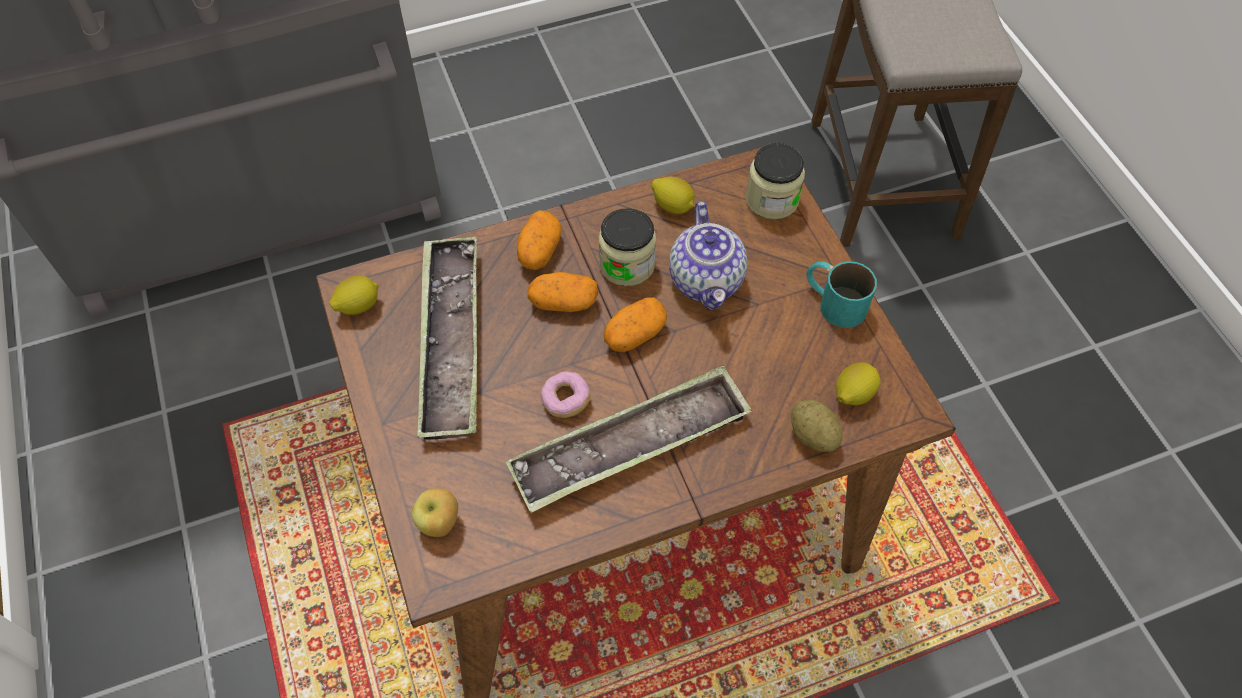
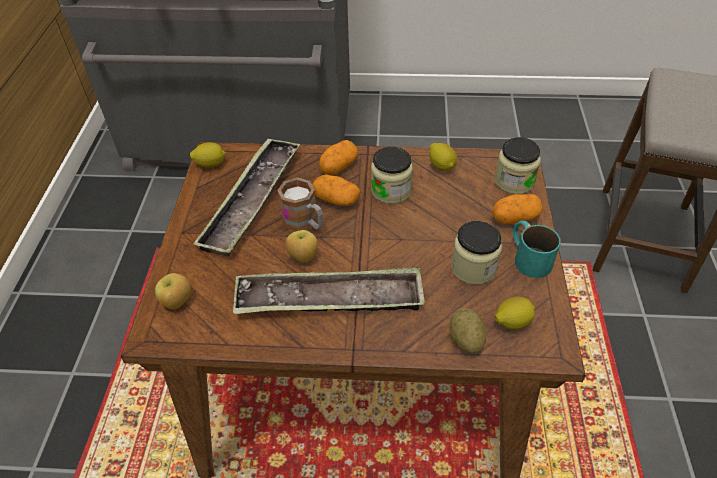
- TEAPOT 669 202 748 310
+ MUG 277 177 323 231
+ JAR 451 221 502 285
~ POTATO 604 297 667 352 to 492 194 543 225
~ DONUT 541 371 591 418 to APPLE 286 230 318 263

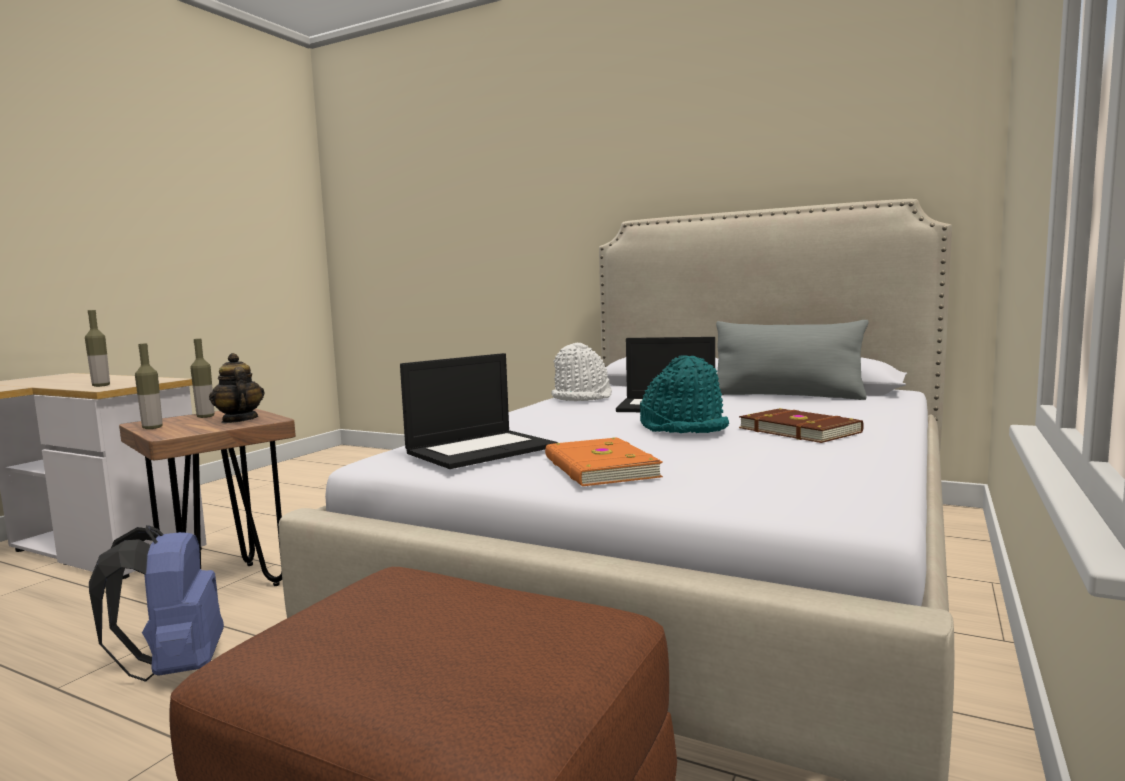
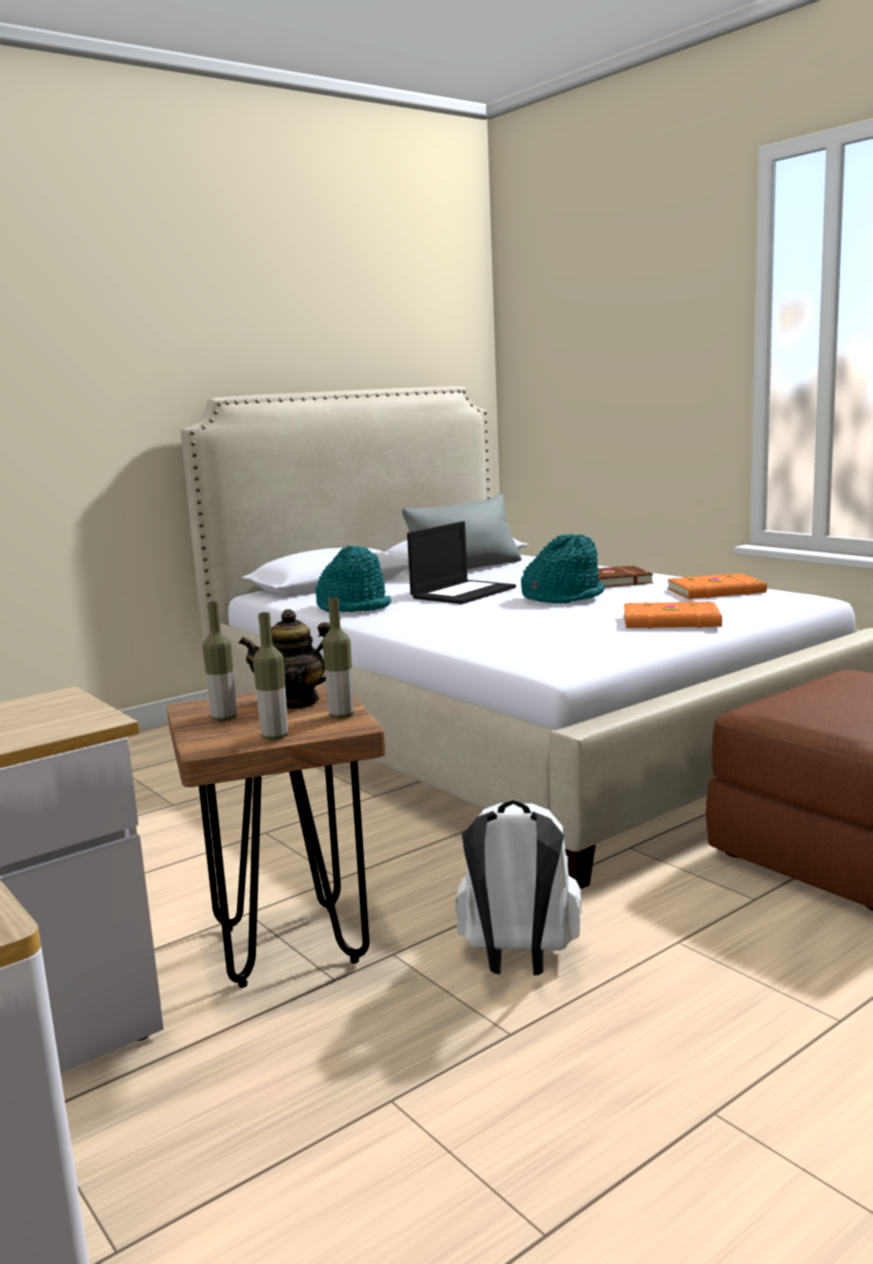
- LAPTOP 400 353 558 469
+ ORANGE BOOK 667 573 767 599
~ BOTTLE 85 310 110 387 to 322 597 354 719
~ BLUE BACKPACK 89 525 224 682 to WHITE BACKPACK 455 800 582 976
~ WHITE HAT 551 343 612 401 to TURQUOISE HAT 315 546 391 612

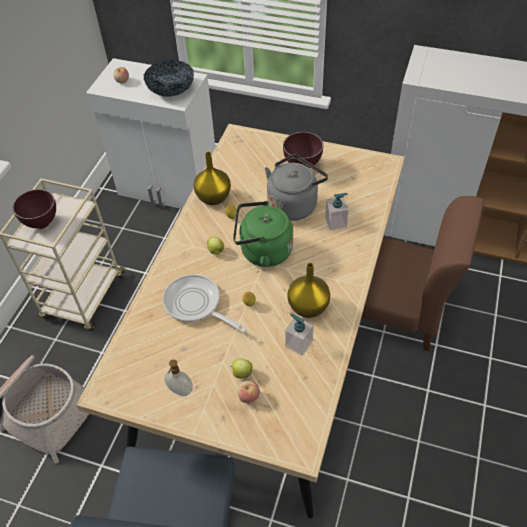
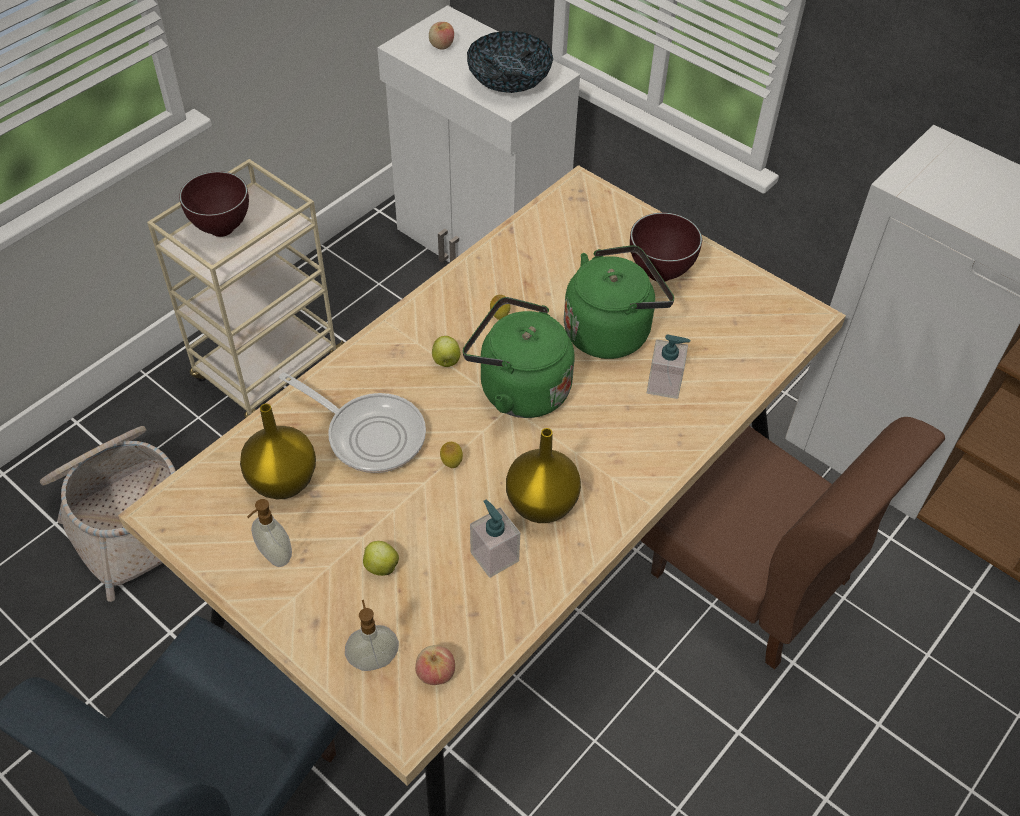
+ SOAP DISPENSER 345 600 399 671
~ YELLOW VASE 194 152 231 205 to 240 404 316 499
~ APPLE 237 380 260 403 to 415 645 455 685
~ GREY KETTLE 265 154 328 221 to GREEN KETTLE 564 245 674 359
~ FRYING PAN 163 274 247 333 = 279 372 426 473 150 degrees clockwise

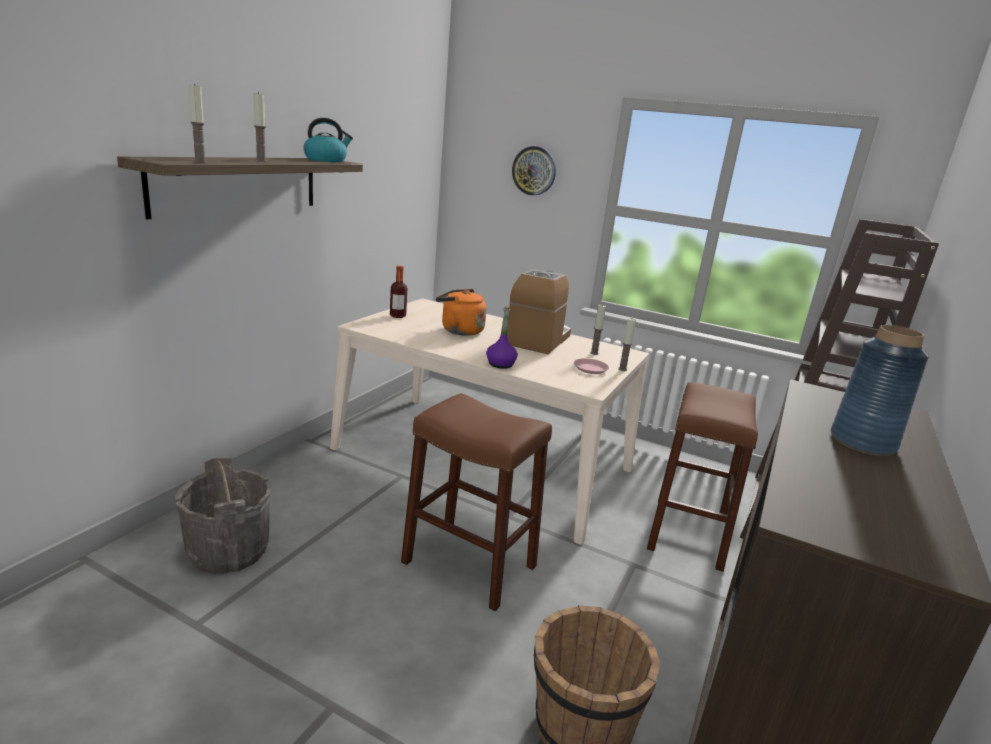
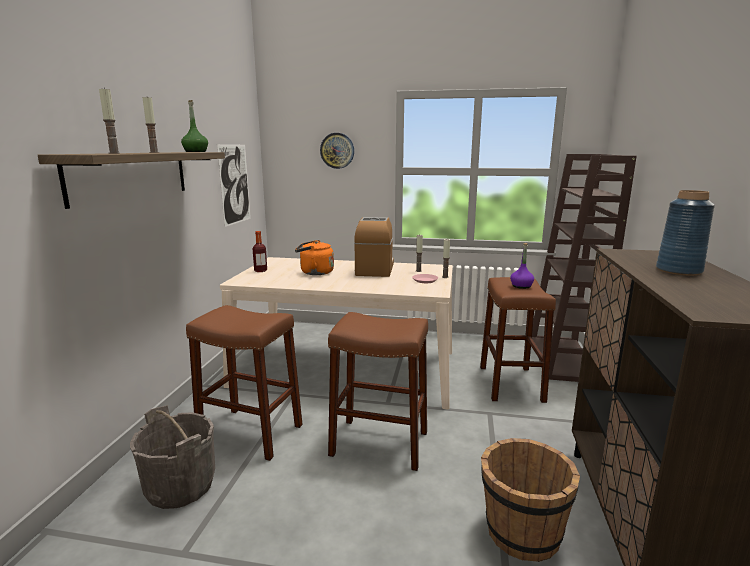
+ BROWN STOOL 186 305 303 461
+ PICTURE 217 144 251 227
~ PURPLE BOTTLE 486 306 518 369 to 510 243 534 289
~ KETTLE 304 118 353 162 to GREEN BOTTLE 181 100 208 152

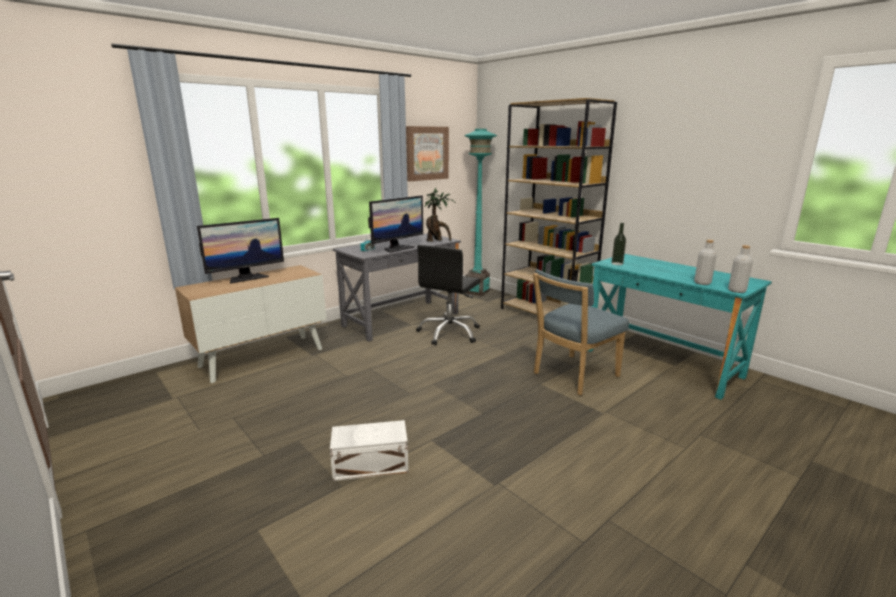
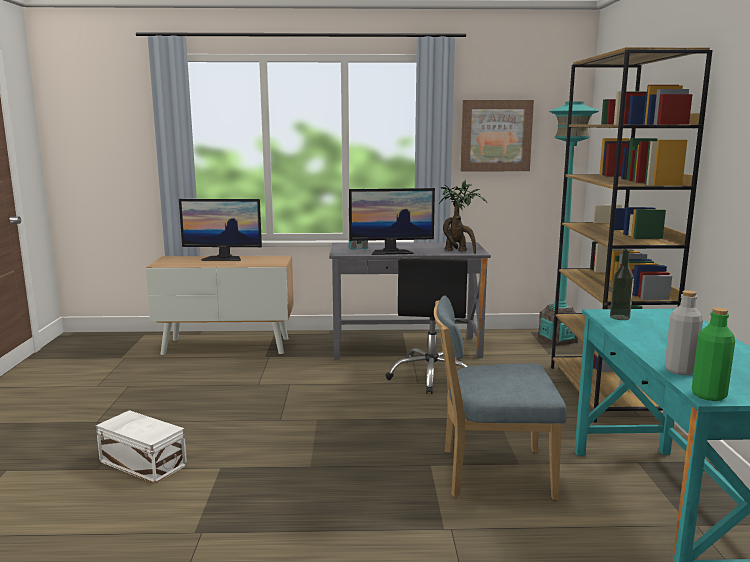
~ GREY BOTTLE 728 245 753 293 to GREEN BOTTLE 692 307 735 401
~ BLACK OFFICE CHAIR 416 245 481 345 = 385 257 468 394 60 degrees counterclockwise

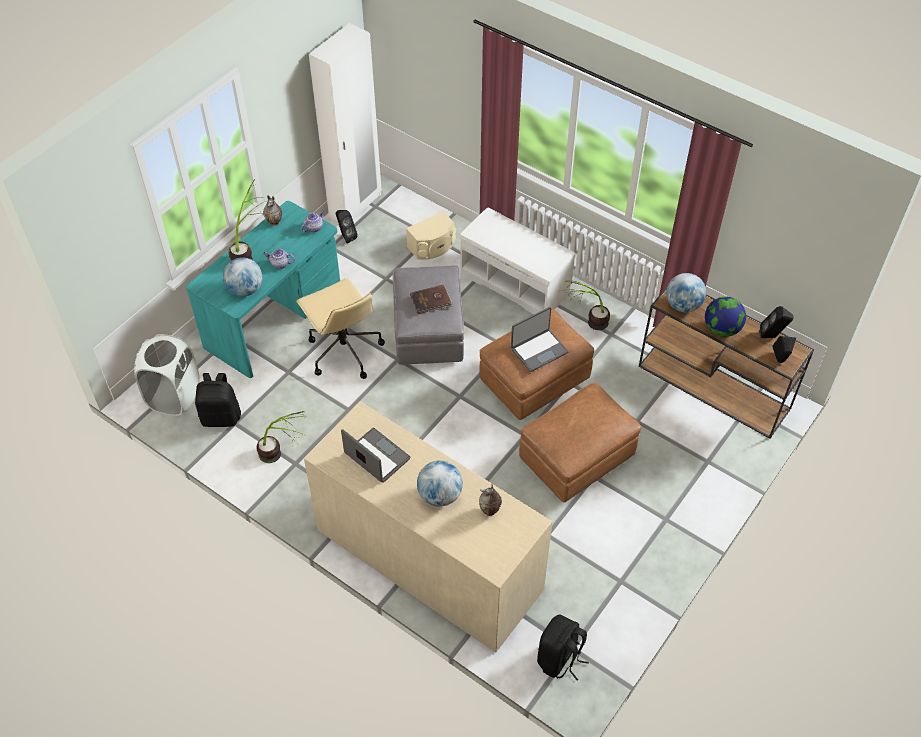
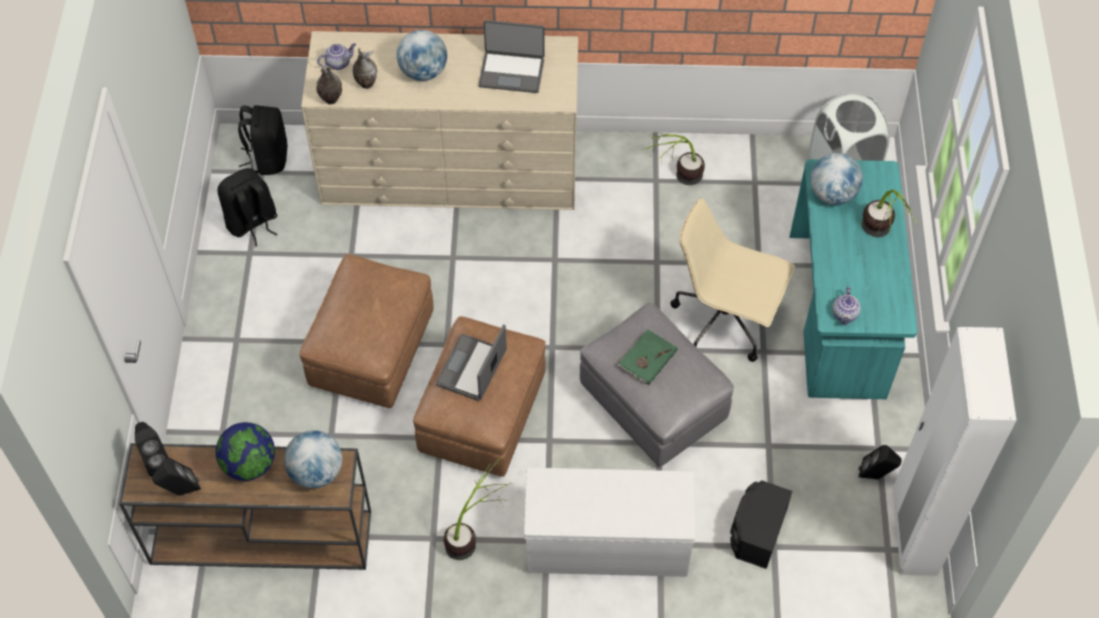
~ BLACK BACKPACK 195 373 241 427 to 217 168 277 246
~ VASE 263 195 282 226 to 316 63 342 105
~ TEAPOT 263 249 295 269 to 317 43 356 70
~ BEIGE SPEAKER 406 211 457 260 to BLACK SPEAKER 730 480 792 569
~ BROWN BOOK 410 285 453 314 to GREEN BOOK 616 329 678 385

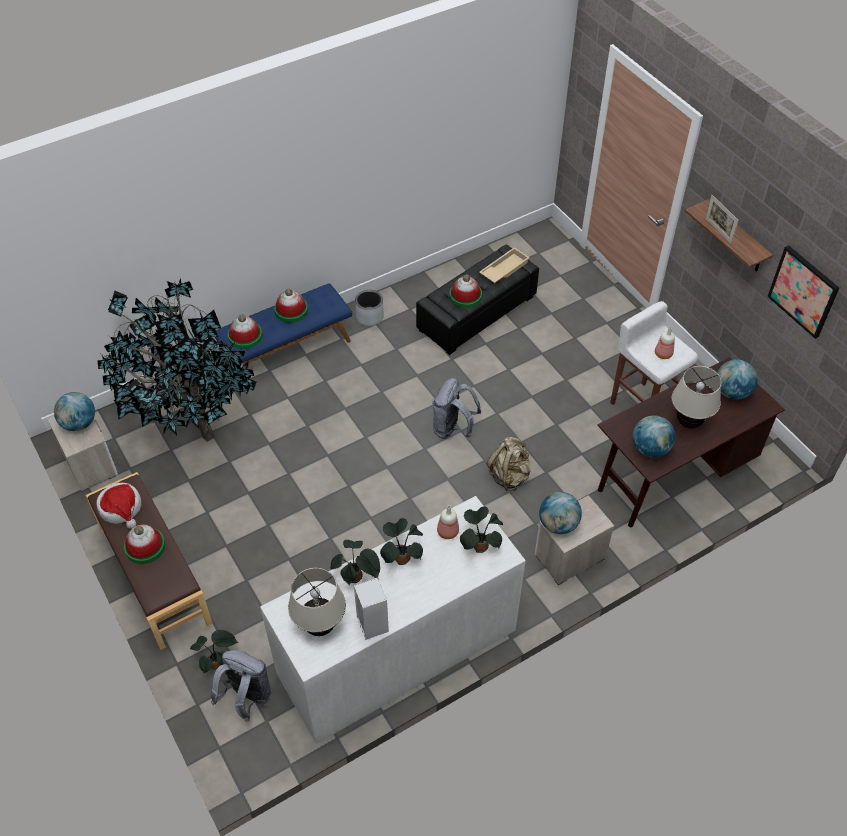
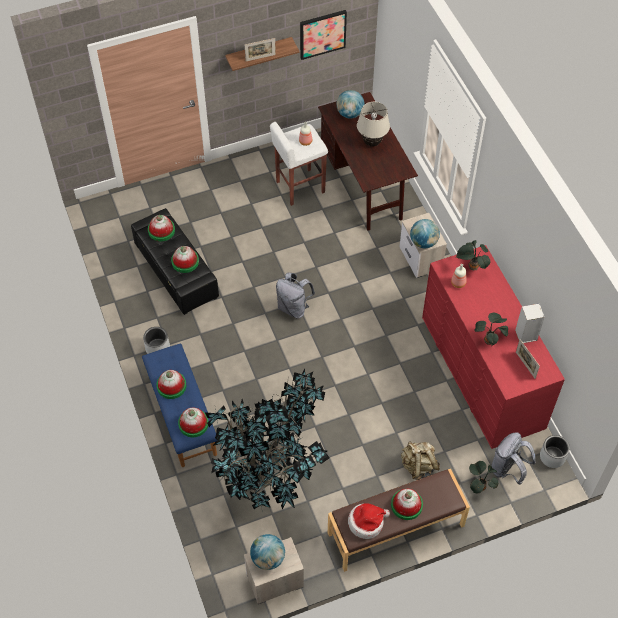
- POTTED PLANT 380 518 423 565
- GLOBE 633 416 676 457
+ GREY PLANTER 540 435 570 468
~ BEIGE BACKPACK 487 437 531 491 to 401 441 440 480
~ BEIGE TABLE LAMP 288 568 346 636 to PICTURE FRAME 516 339 540 379
~ BEIGE TRAY 479 247 530 283 to HAT 148 215 175 242
~ WHITE DRESSER 260 496 526 744 to RED DRESSER 422 245 565 449

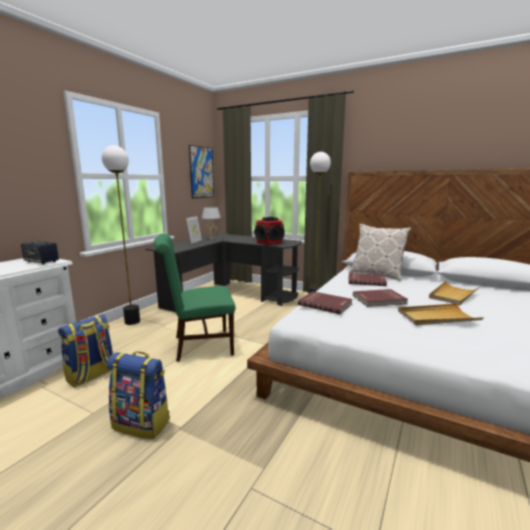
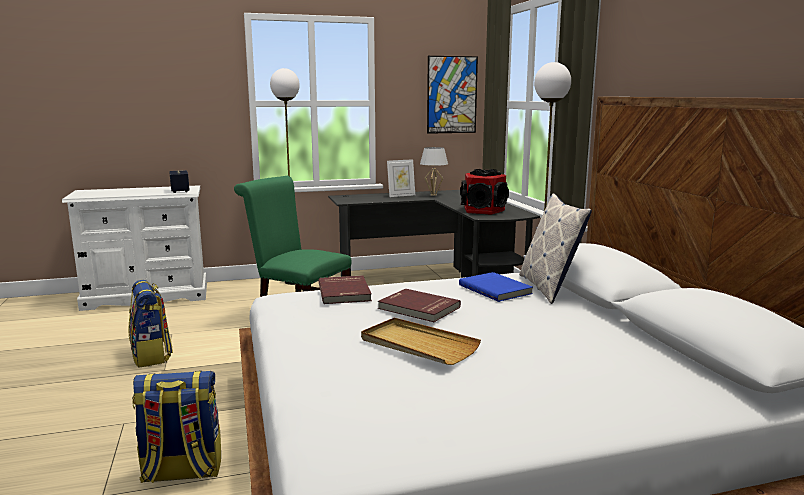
- BEIGE TRAY 429 281 479 305
~ BACKPACK 58 314 113 388 to 132 371 221 483
~ RED BOOK 348 273 387 286 to BLUE BOOK 459 272 533 302

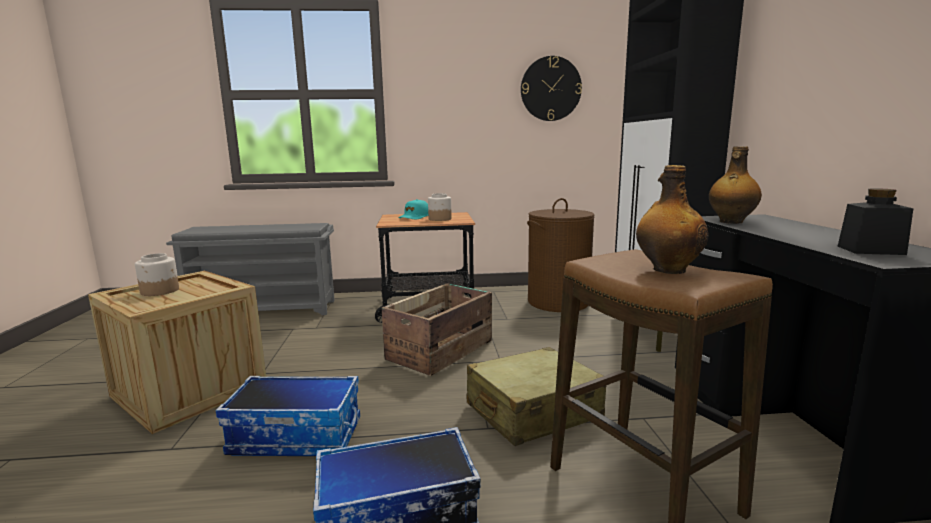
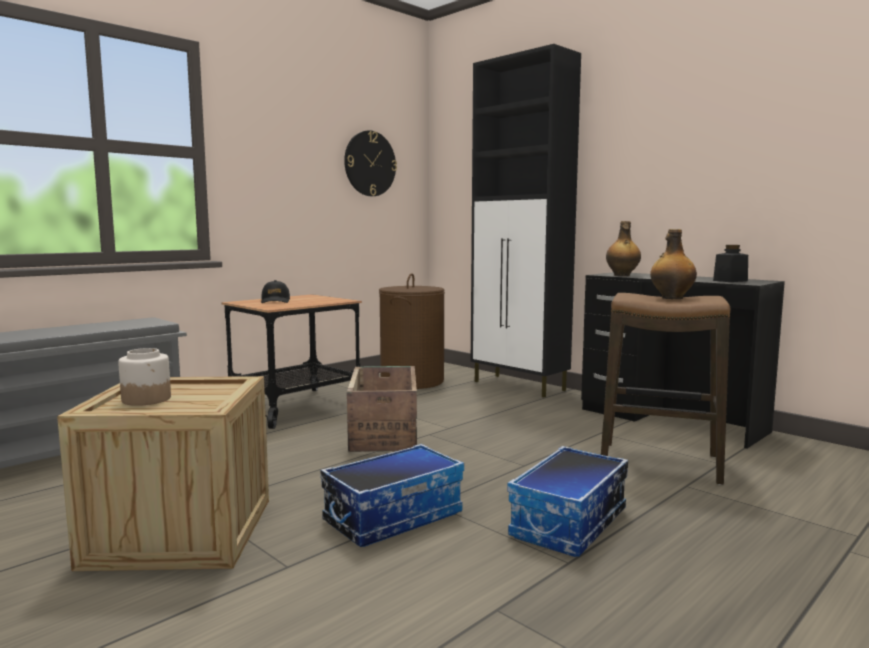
- JAR 428 193 452 221
- BEIGE SUITCASE 467 347 606 446
~ TURQUOISE CAP 399 199 428 219 to BLACK CAP 261 280 290 303

